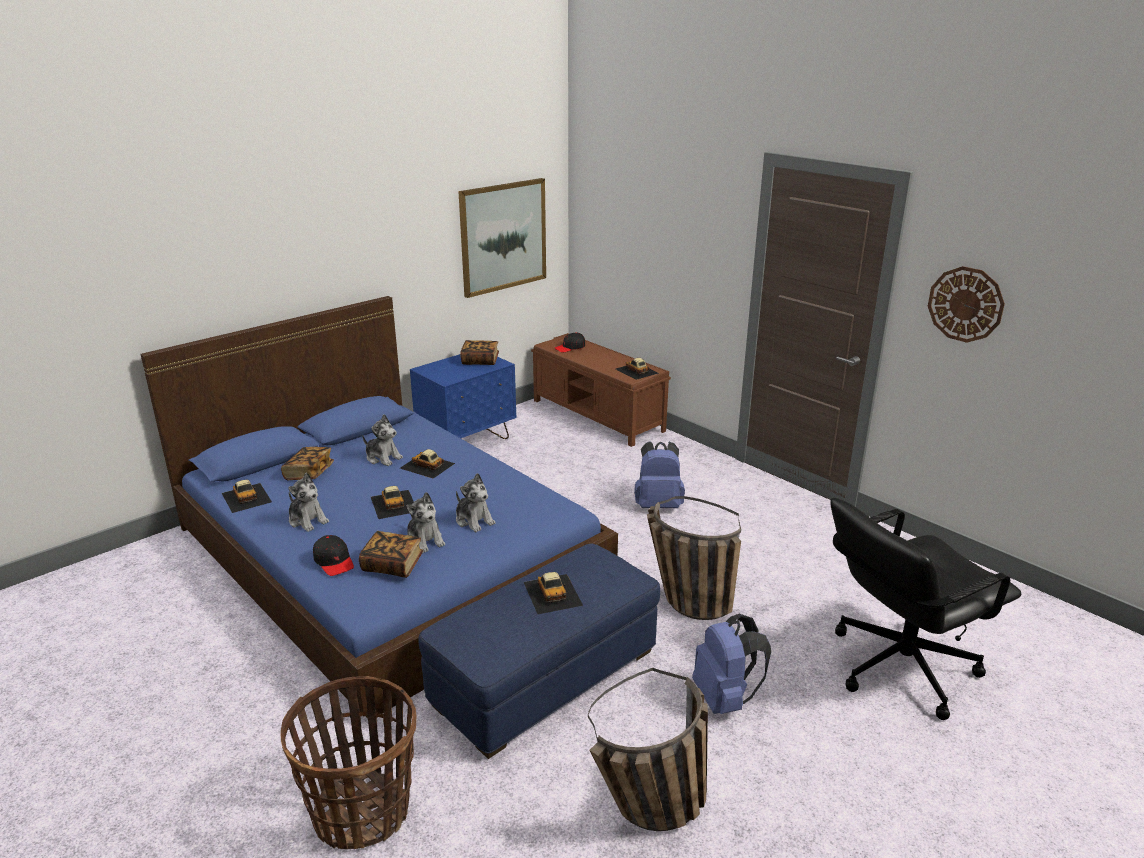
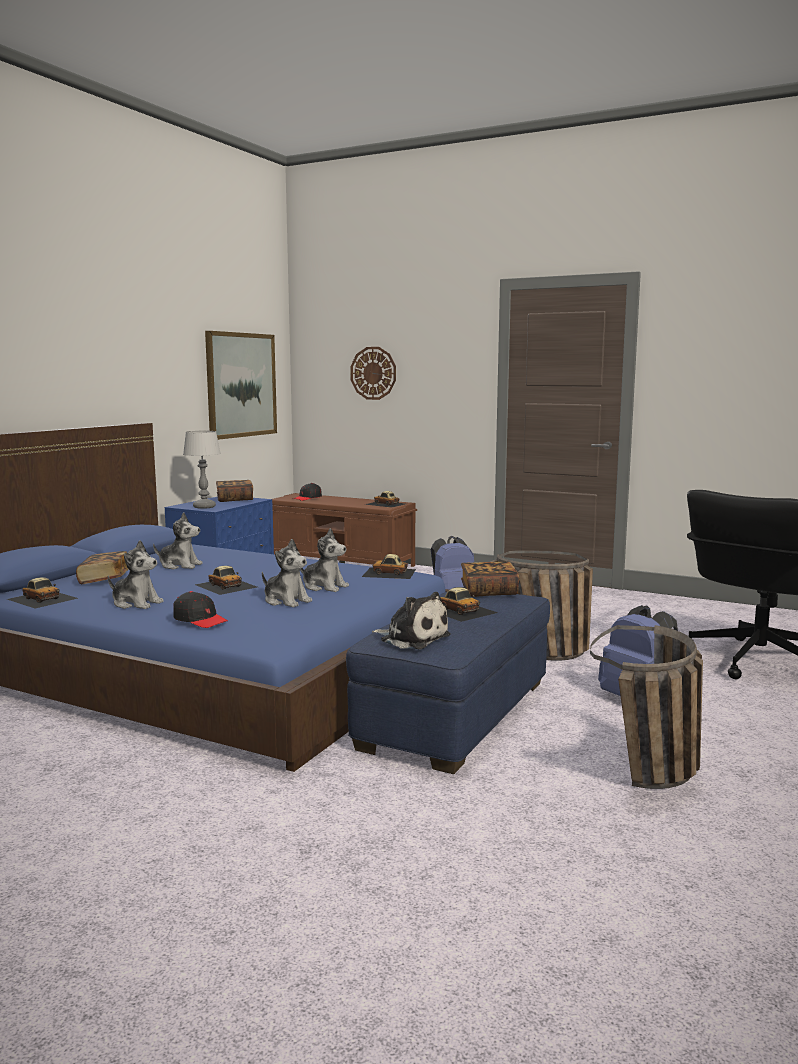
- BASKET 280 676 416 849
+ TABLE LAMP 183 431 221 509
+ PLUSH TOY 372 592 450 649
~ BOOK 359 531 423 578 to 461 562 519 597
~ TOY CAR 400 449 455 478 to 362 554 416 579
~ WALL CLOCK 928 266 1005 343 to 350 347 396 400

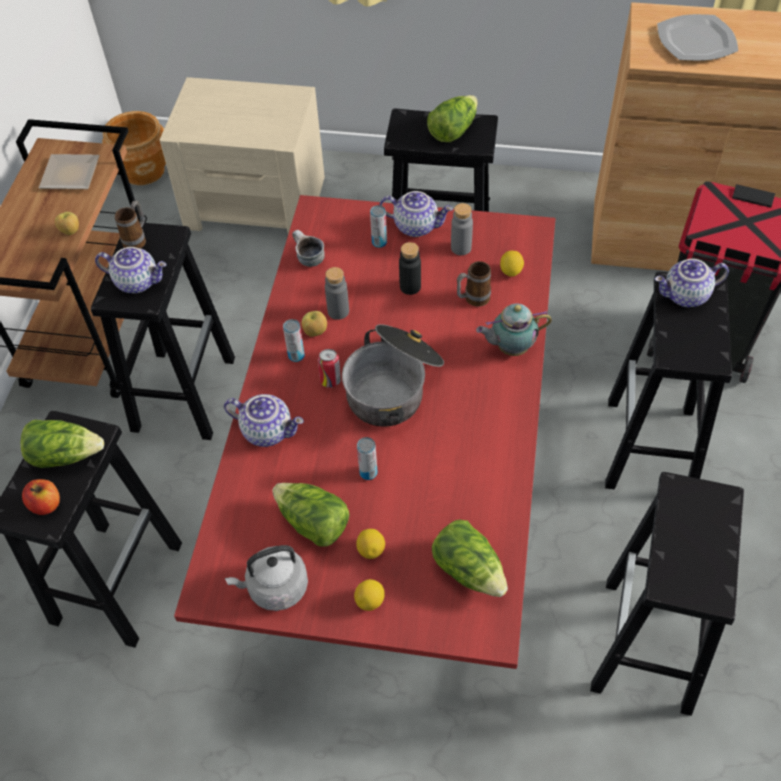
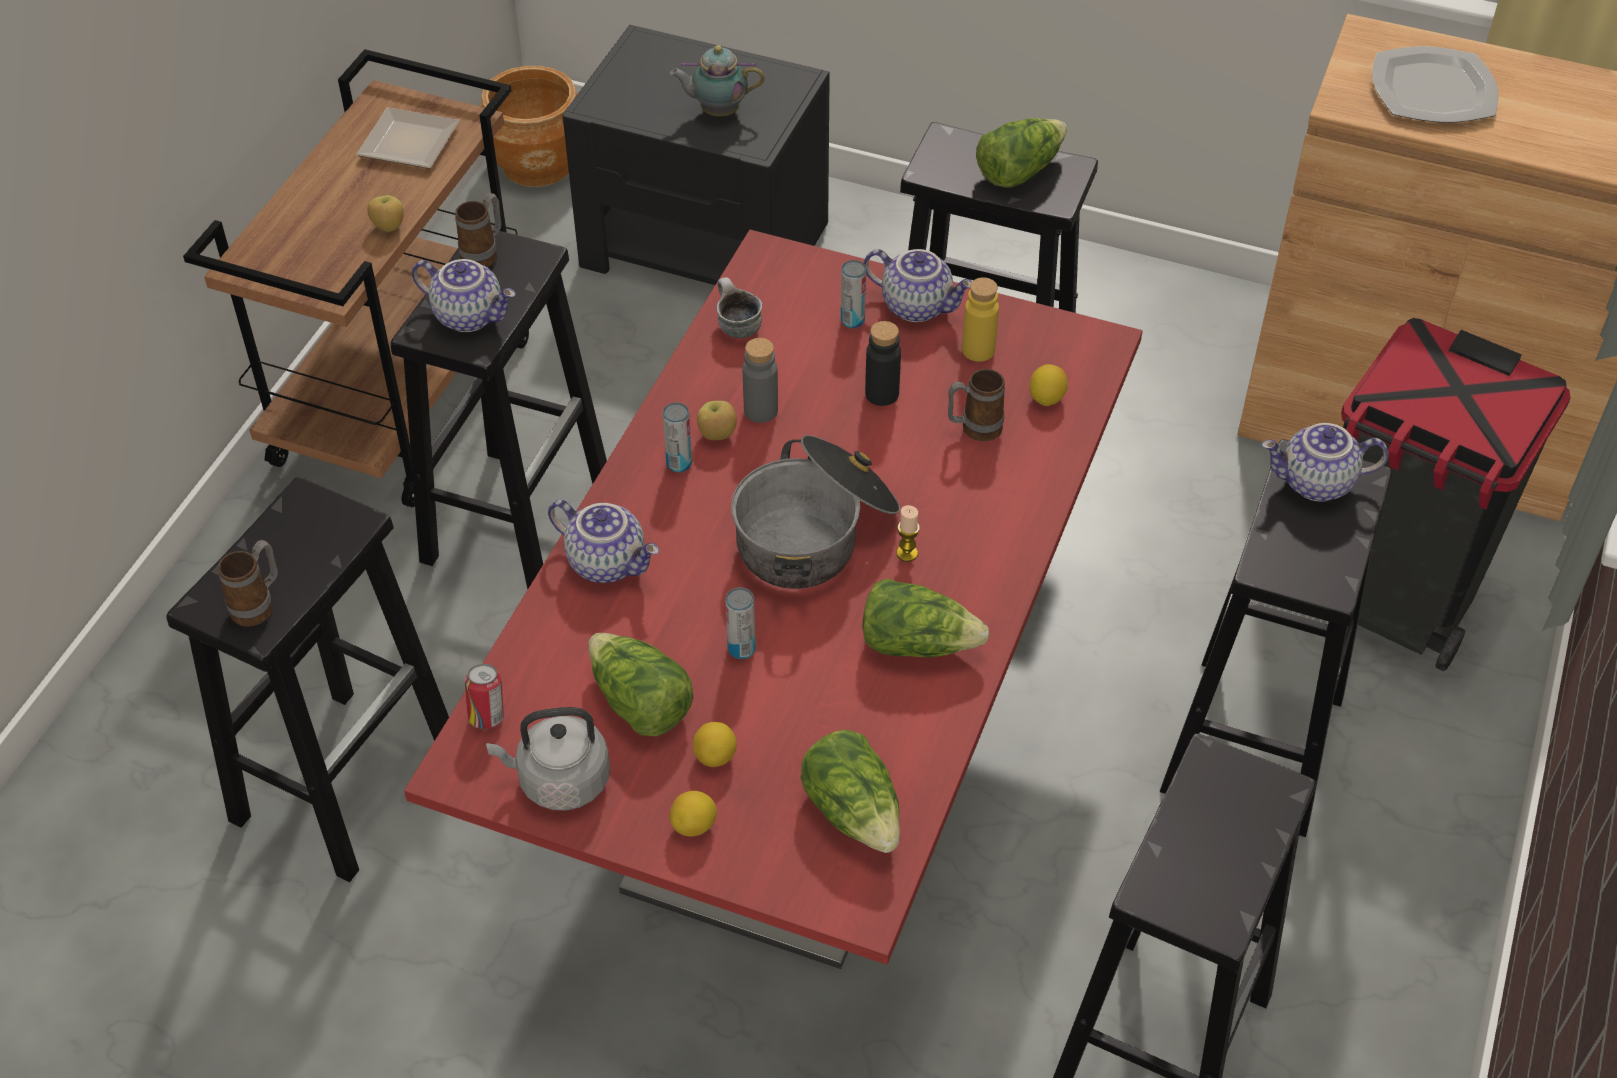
+ CANDLE 897 505 920 562
~ LETTUCE 21 420 104 468 to 862 578 990 657
~ CAN 318 349 341 388 to 465 664 504 729
~ TEAPOT 476 303 552 356 to 670 45 765 117
~ APPLE 22 479 60 515 to MUG 218 540 278 627
~ BEIGE NIGHTSTAND 160 77 325 234 to BLACK NIGHTSTAND 562 25 830 285
~ GREY BOTTLE 451 203 473 255 to YELLOW BOTTLE 962 277 999 362

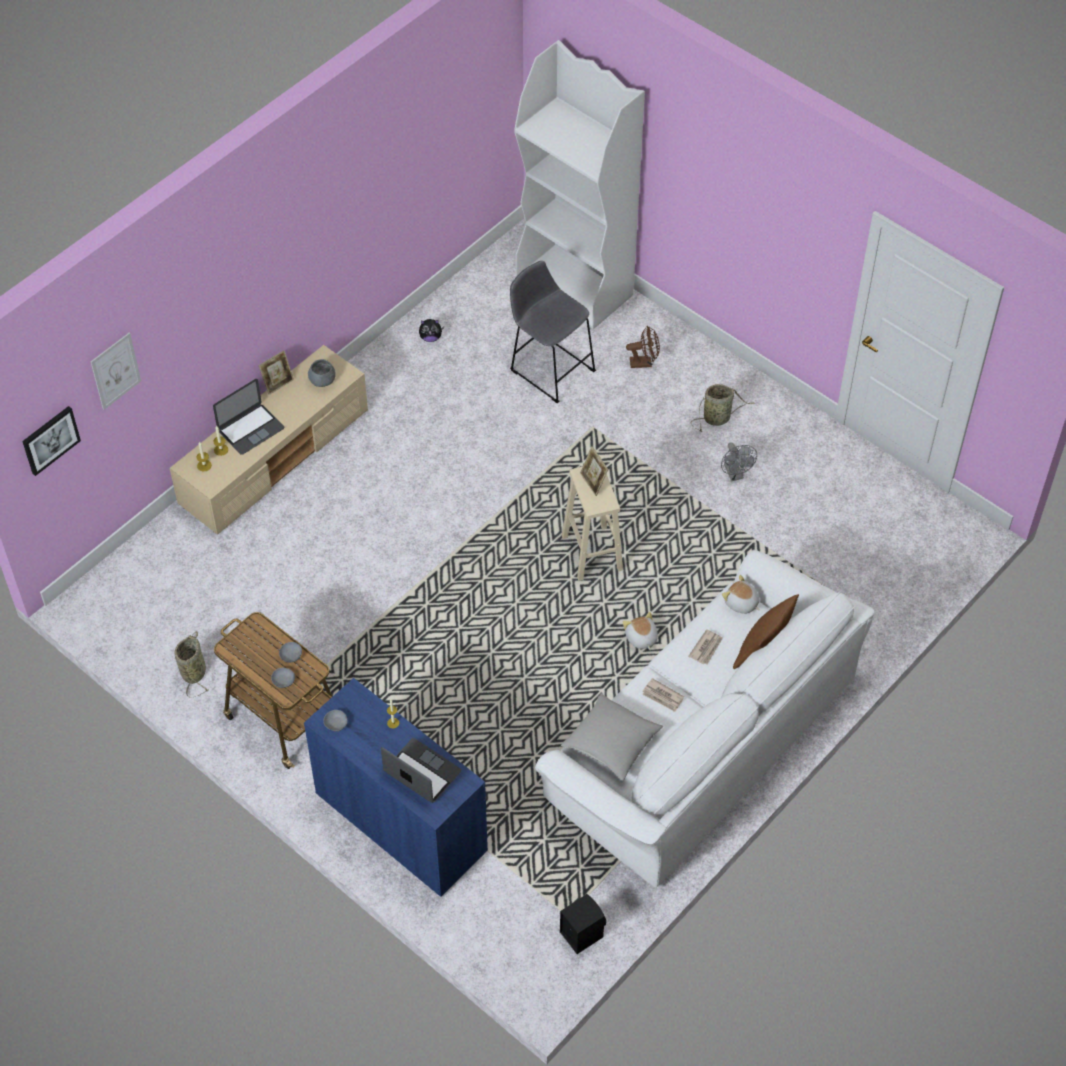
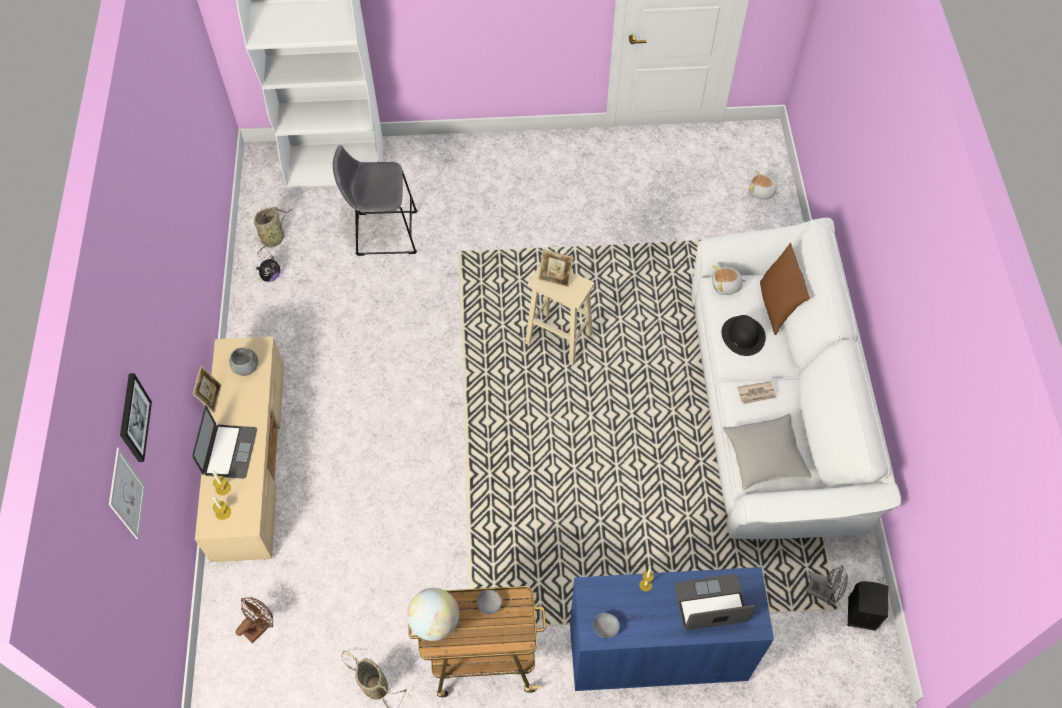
- GREY BOWL 271 668 295 688
+ GLOBE 407 588 459 641
~ PICTURE 22 406 81 476 to 120 373 152 462
~ PLUSH TOY 623 612 658 650 to 749 170 779 200
~ BROWN FAN 626 326 660 368 to 236 597 273 643
~ BASKET 691 384 755 432 to 254 207 293 258
~ GREY FAN 721 442 757 481 to 806 565 848 605
~ NEWSPAPER 688 629 723 665 to BLACK HAT 721 315 766 356

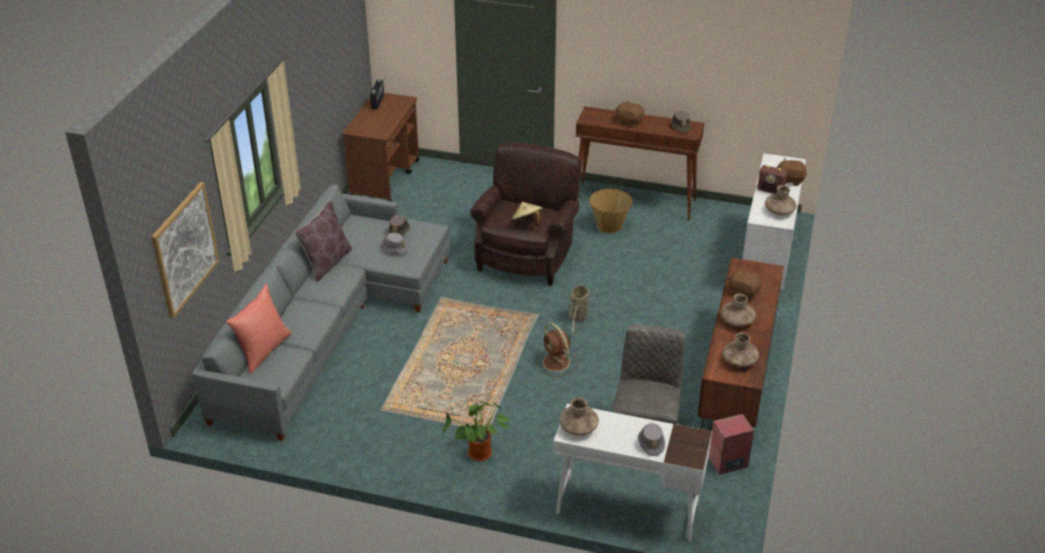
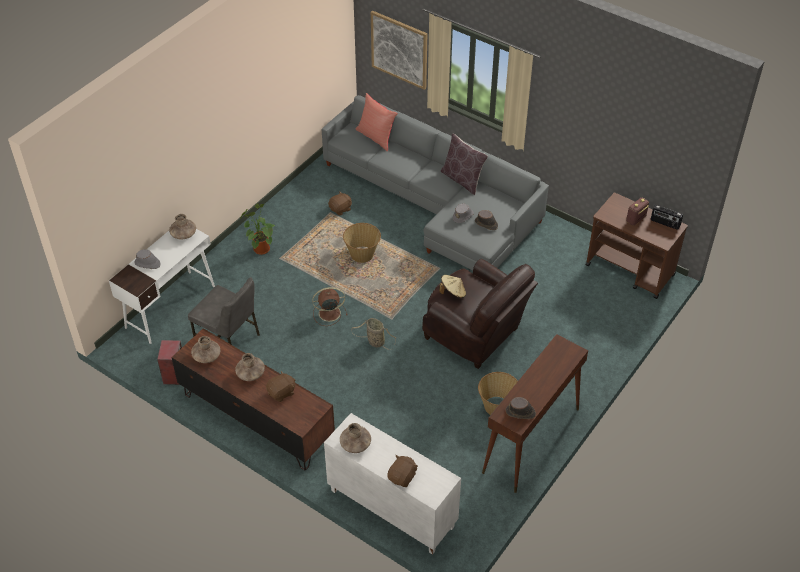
+ BASKET 343 223 381 263
~ BROWN PLUSH TOY 615 101 644 127 to 328 191 352 216
~ RADIO 757 165 787 194 to 626 198 649 226

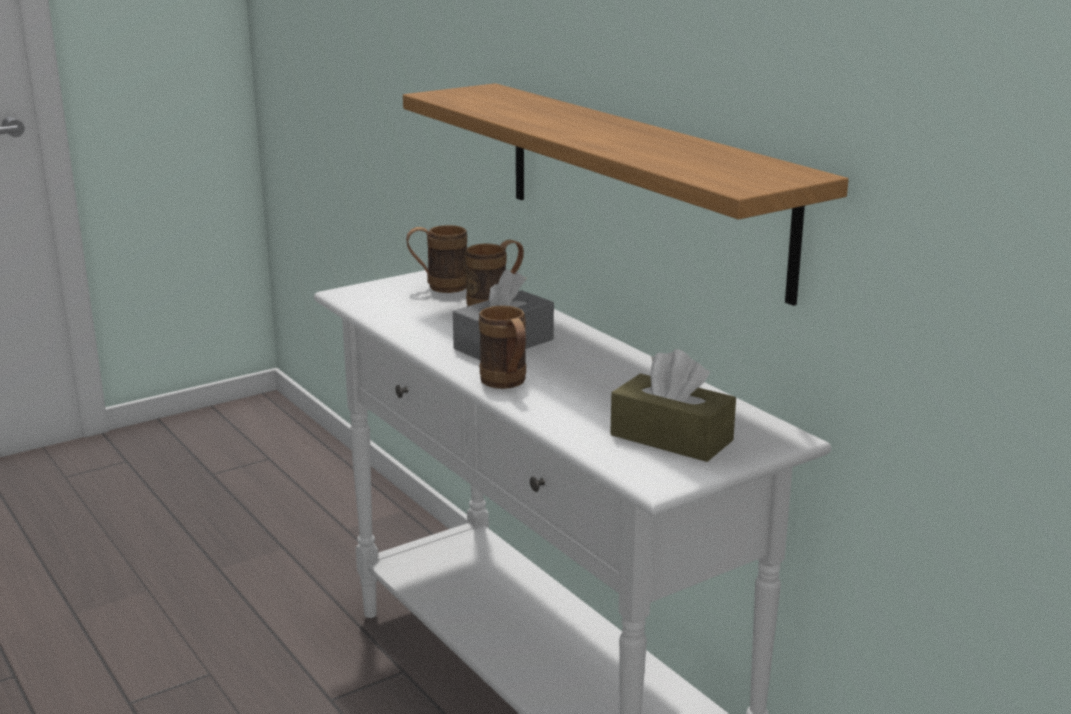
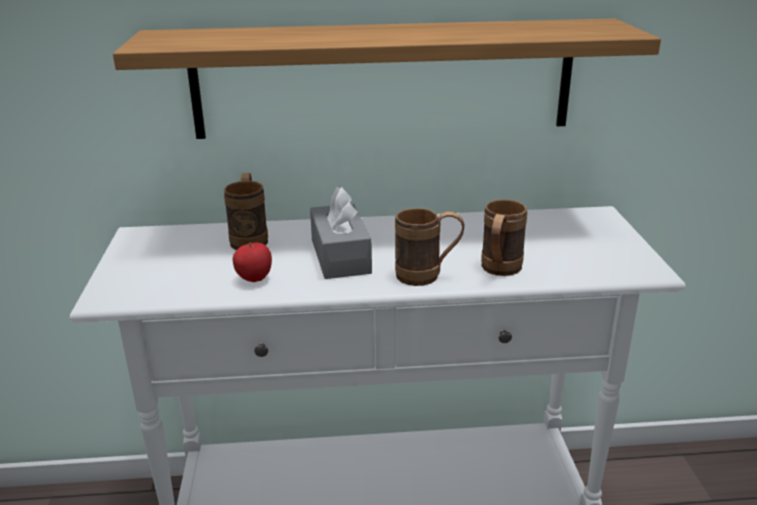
- BROWN TISSUE BOX 610 349 736 462
+ APPLE 233 243 272 282
~ BROWN MUG 406 225 467 293 to 481 200 528 276

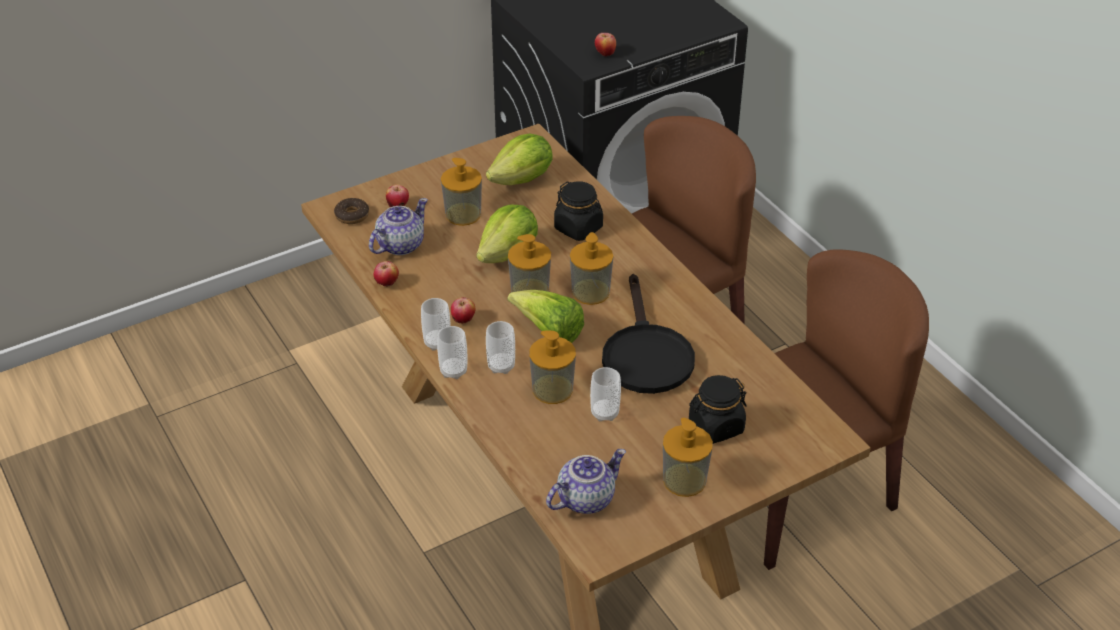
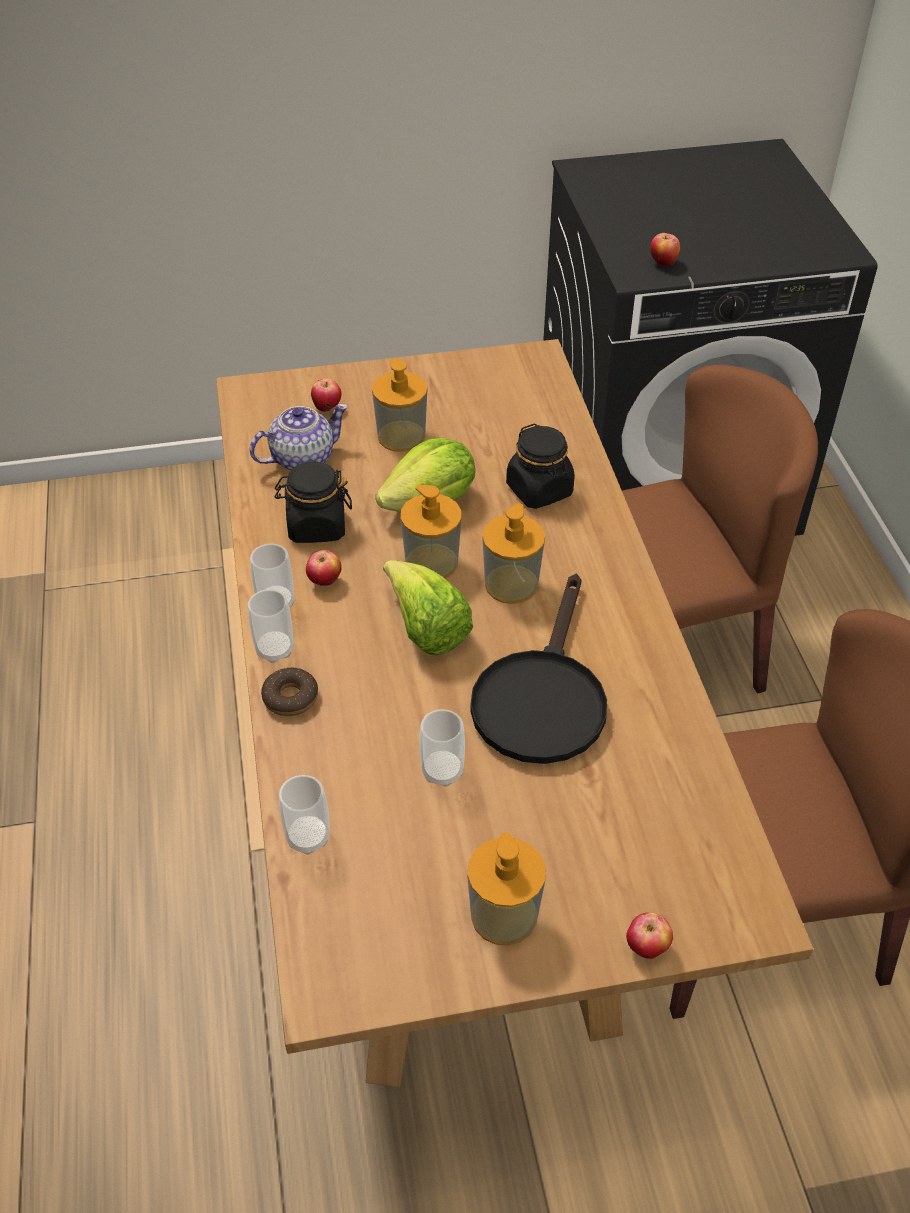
- LETTUCE 486 133 553 185
- SOAP DISPENSER 529 331 576 404
- TEAPOT 546 449 626 514
~ DONUT 334 198 369 224 to 261 668 318 716
~ APPLE 374 261 399 286 to 626 913 673 959
~ CUP 486 321 515 374 to 279 775 330 854
~ BLACK JAR 689 375 747 444 to 275 461 352 543

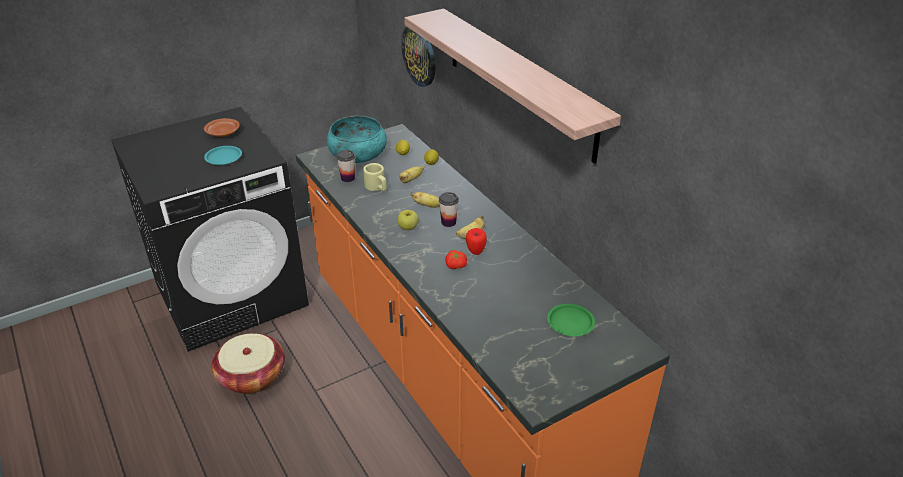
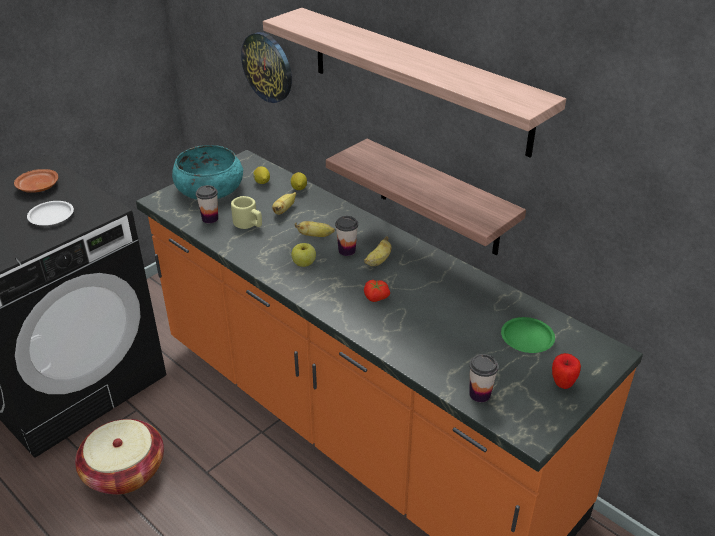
+ SHELF 326 139 526 255
+ CUP 469 354 499 402
~ APPLE 466 228 486 255 to 552 353 581 389
~ TURQUOISE PLATE 204 146 242 165 to WHITE PLATE 27 201 74 226

